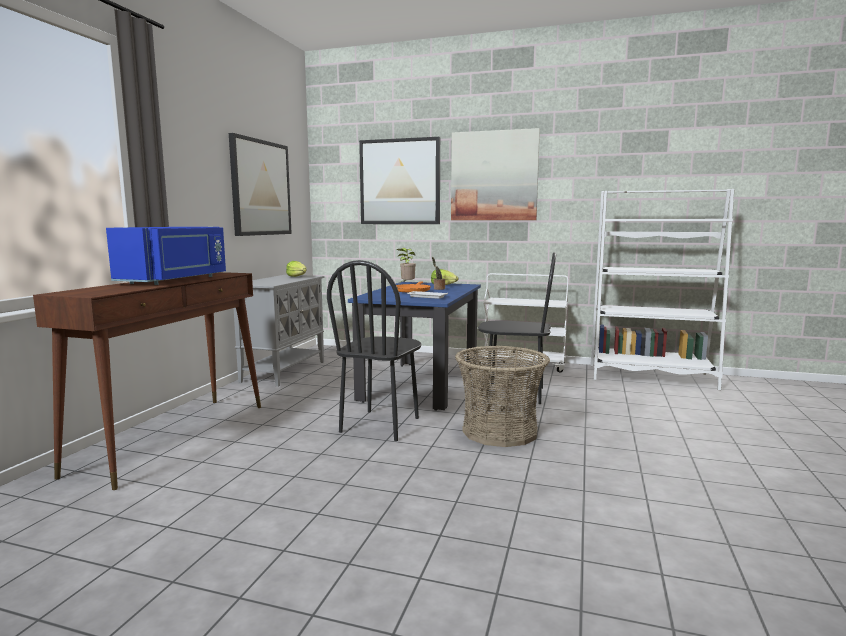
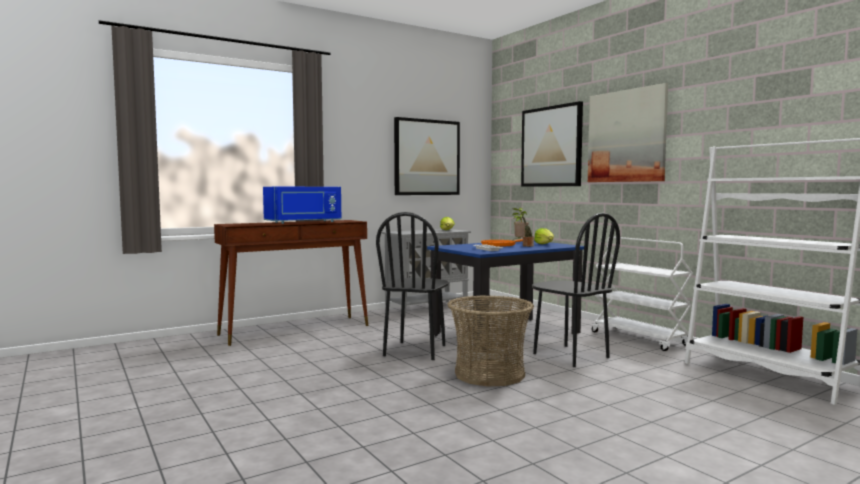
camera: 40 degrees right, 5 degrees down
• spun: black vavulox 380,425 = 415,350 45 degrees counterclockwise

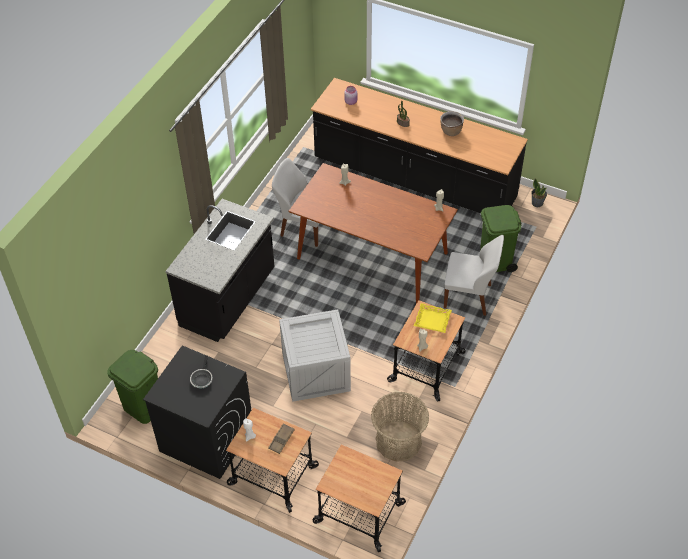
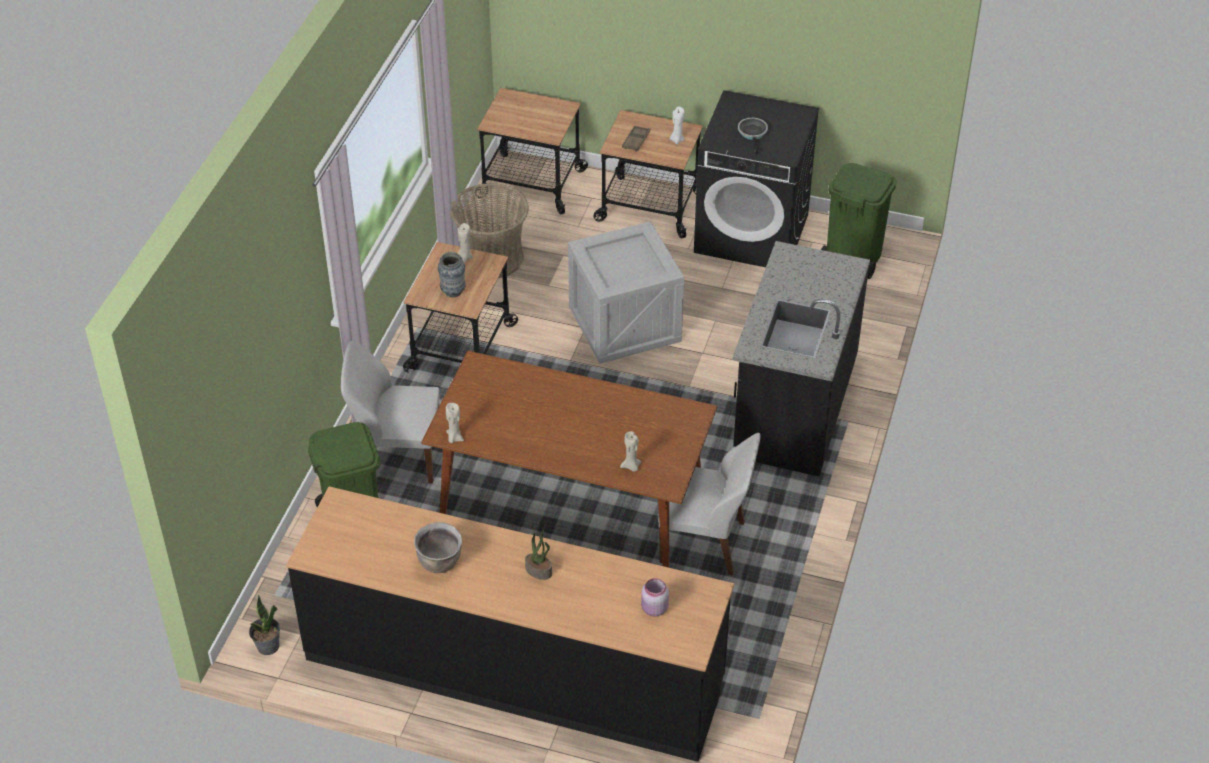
camera: 170 degrees right, 5 degrees down
• exchanged: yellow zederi 432,320 to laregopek 453,292

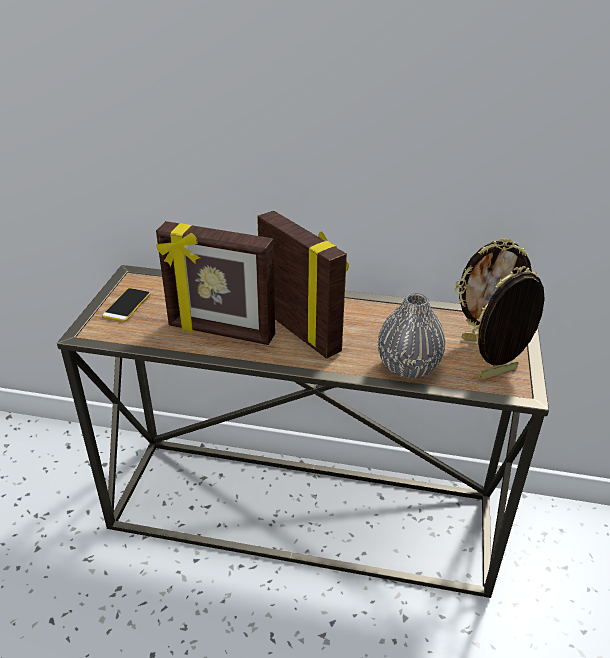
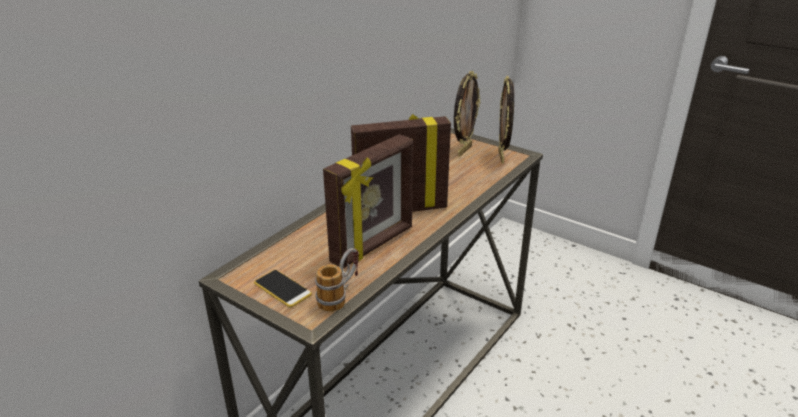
camera: 65 degrees left, 5 degrees down
• missing: grey laregopek 408,367
• appeared: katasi 340,296

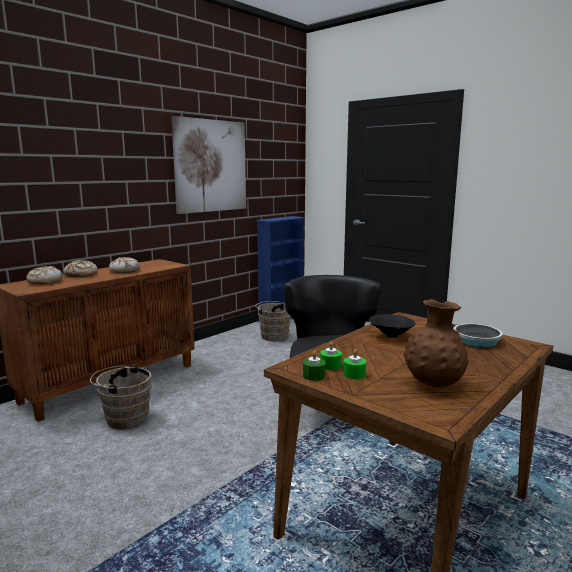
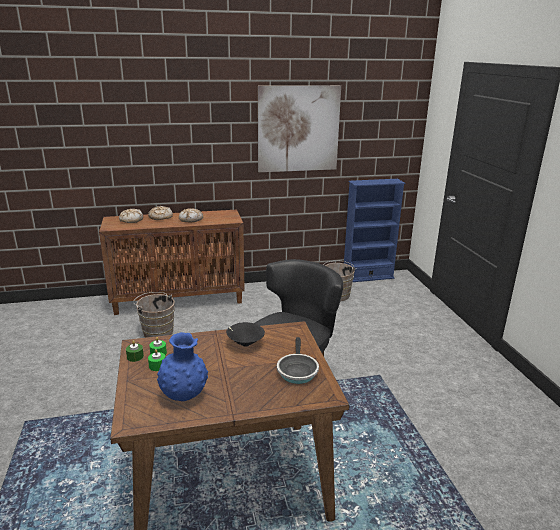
camera: 35 degrees right, 10 degrees up
• colour: brown laregopek 433,384 to blue laregopek 184,395

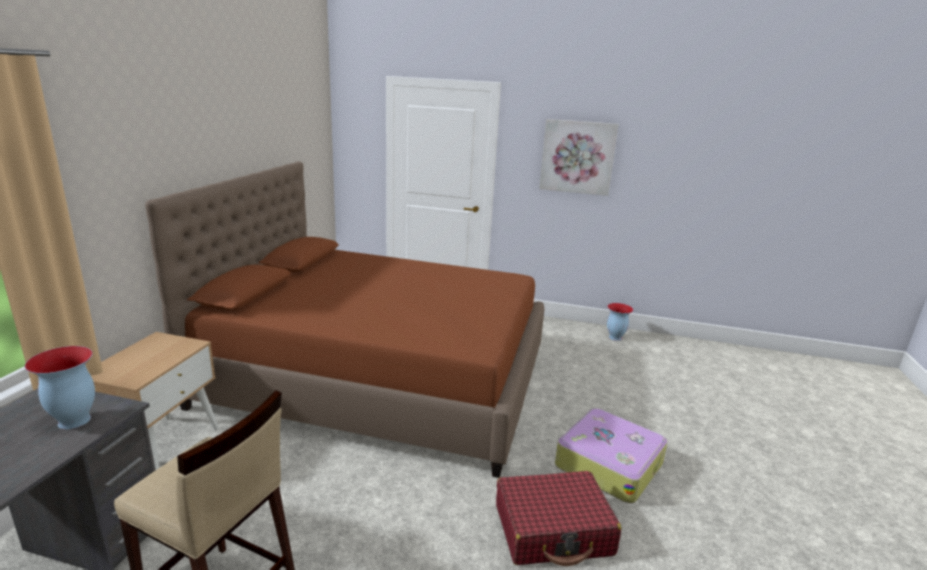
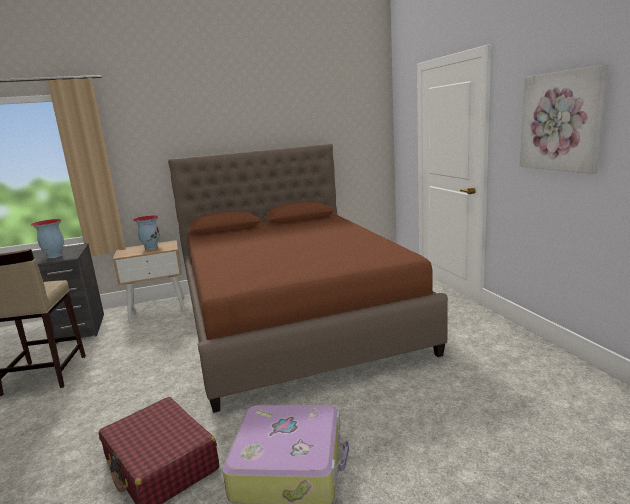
camera: 60 degrees right, 5 degrees down
• relocated: laregopek 614,337 to 151,248

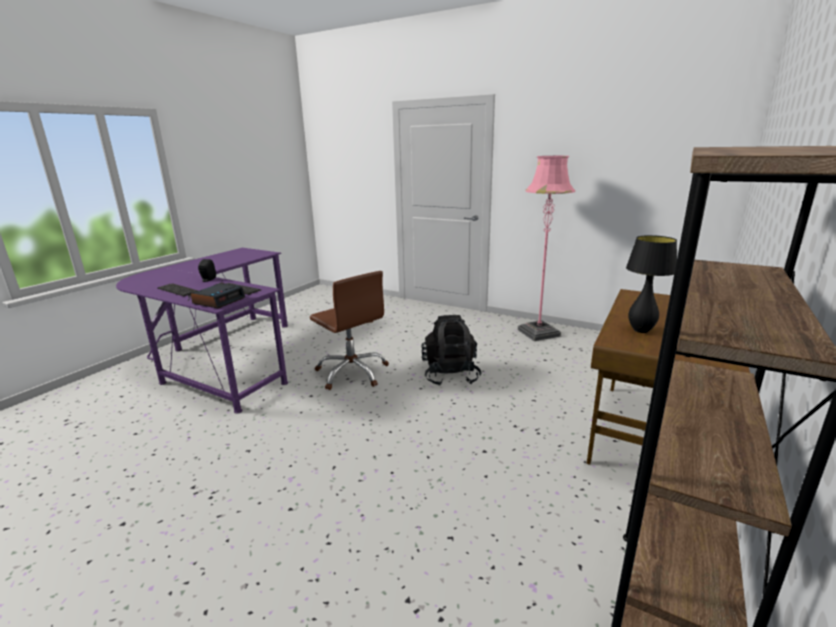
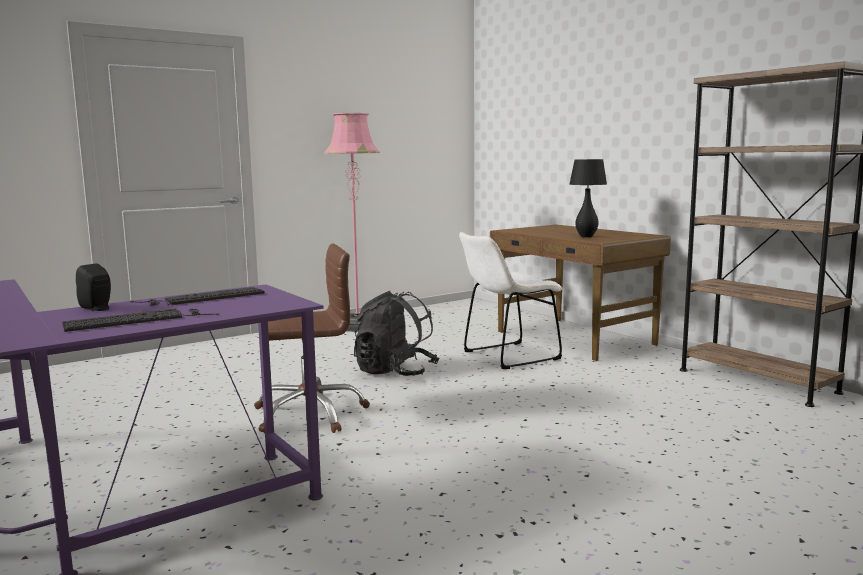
camera: 65 degrees left, 10 degrees down
• missing: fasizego 219,300
• appeared: white vavulox 507,356

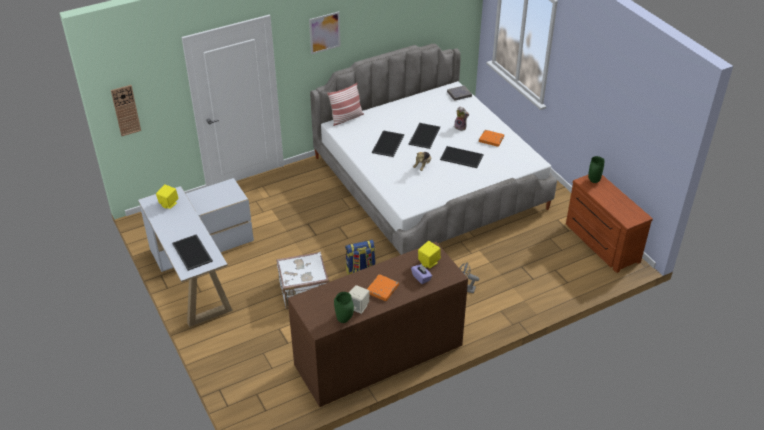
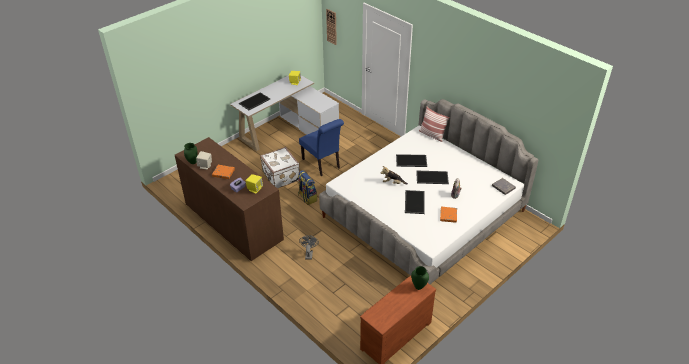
camera: 75 degrees right, 0 degrees up
• missing: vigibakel 324,32
• appeared: blue vavulox 322,164

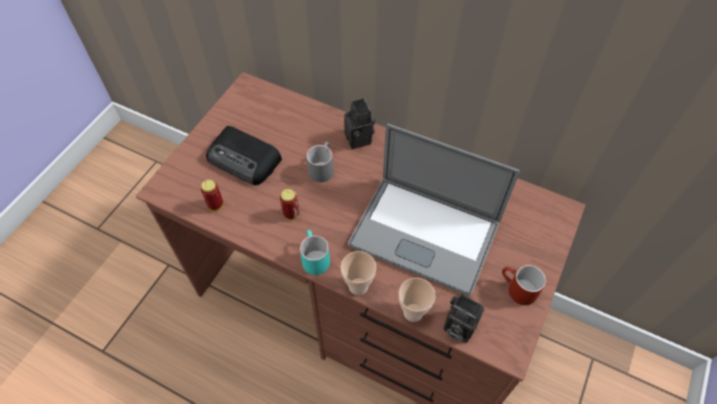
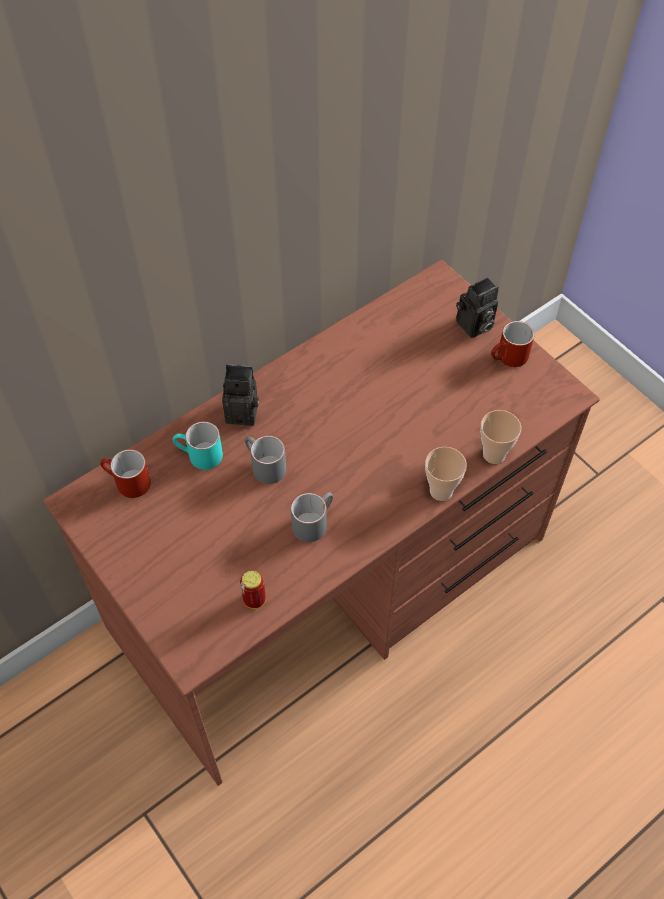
camera: 65 degrees left, 0 degrees up
• missing: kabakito 245,159
• missing: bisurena 424,234
• appeared: red katasi 127,483
• relocated: turquoise katasi 313,257 to 199,456
• relocated: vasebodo 457,327 to 474,326
• exchanged: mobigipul 291,214 to grey katasi 313,522

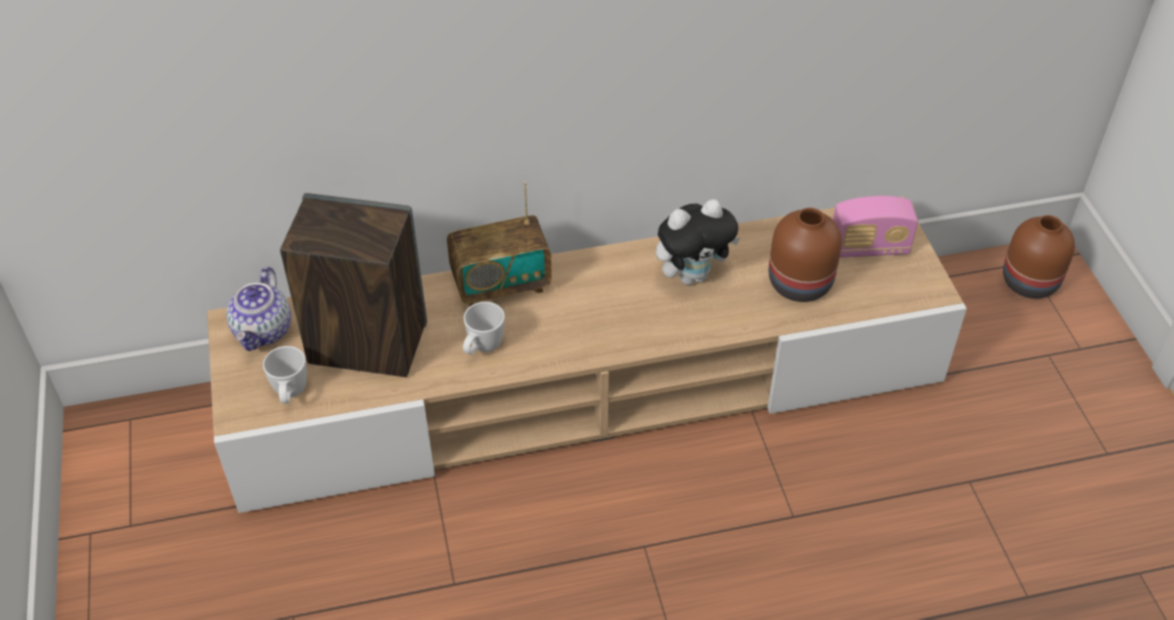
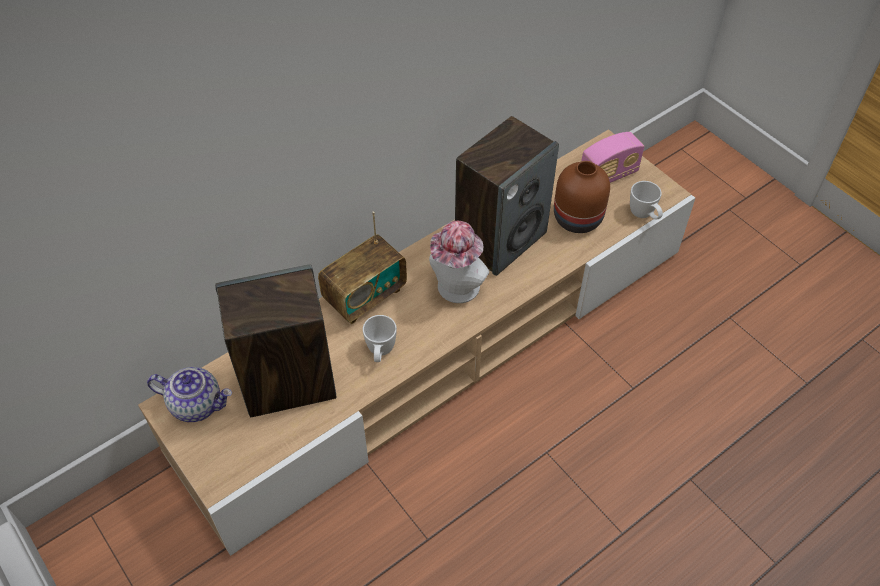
camera: 25 degrees left, 5 degrees up
• missing: brown laregopek 1031,282
• appeared: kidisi 456,291
• relocated: white katasi 290,395 to 644,216
• exchanged: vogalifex 692,275 to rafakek 500,238
• spun: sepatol 264,331 = 197,404 60 degrees counterclockwise

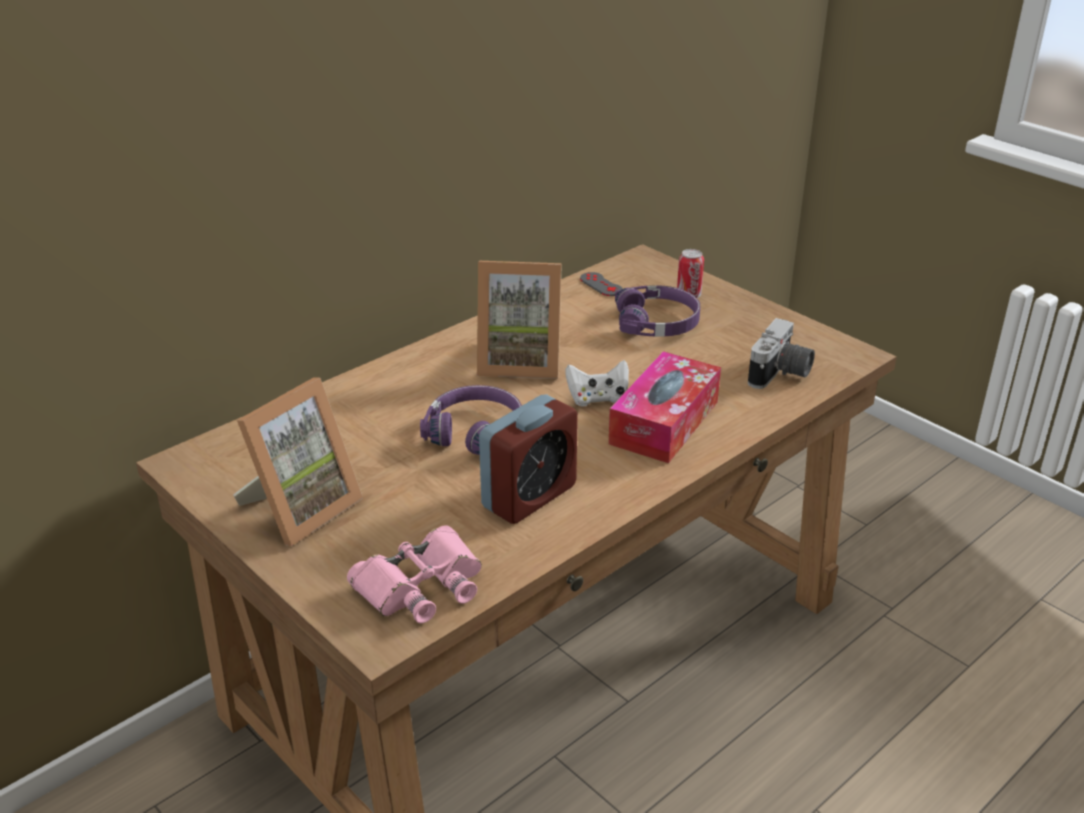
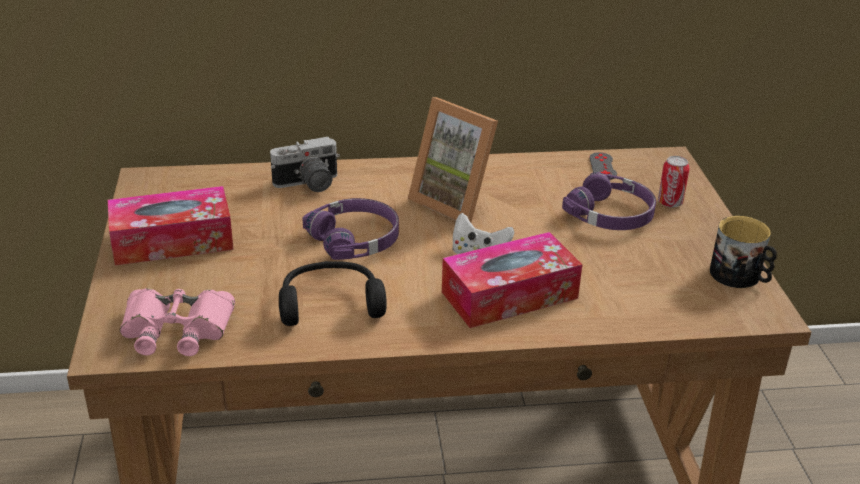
camera: 35 degrees right, 0 degrees up
• appeared: katasi 740,276
• relocated: vasebodo 780,374 to 308,185
• exchanged: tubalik 300,508 to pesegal 172,241
• exchanged: fasizego 529,496 to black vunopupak 330,303

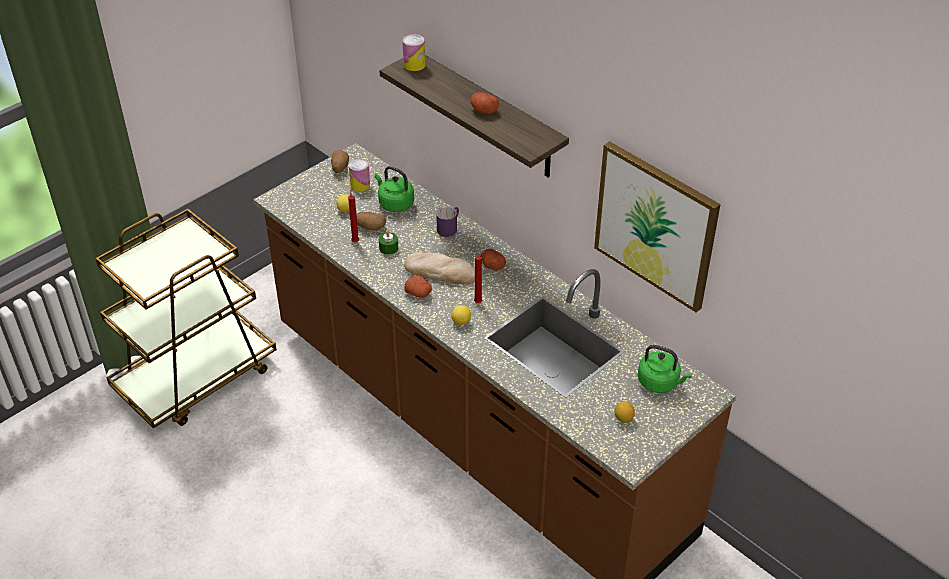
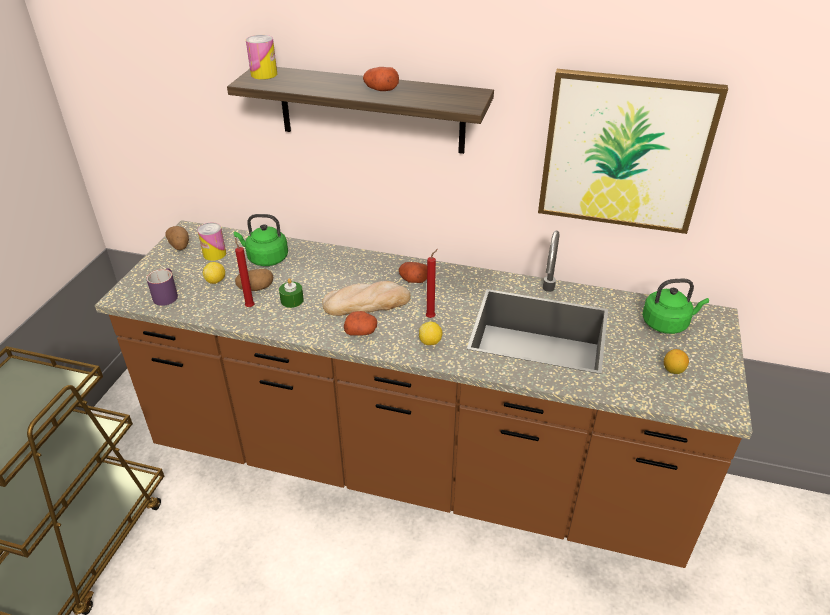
camera: 30 degrees left, 5 degrees down
• relocated: purple katasi 448,227 to 166,295

